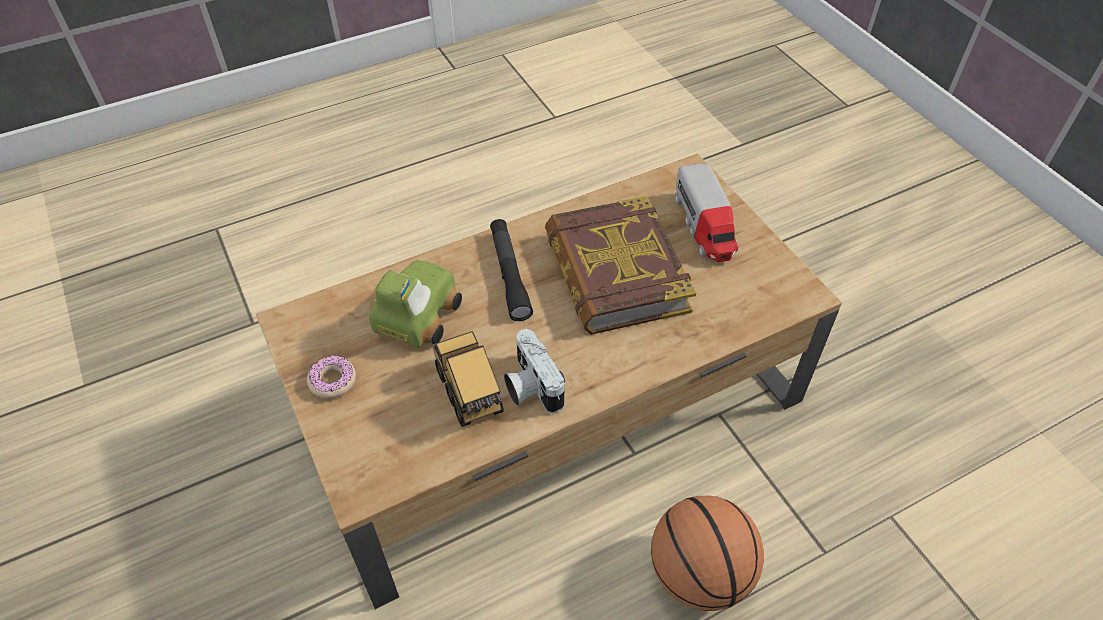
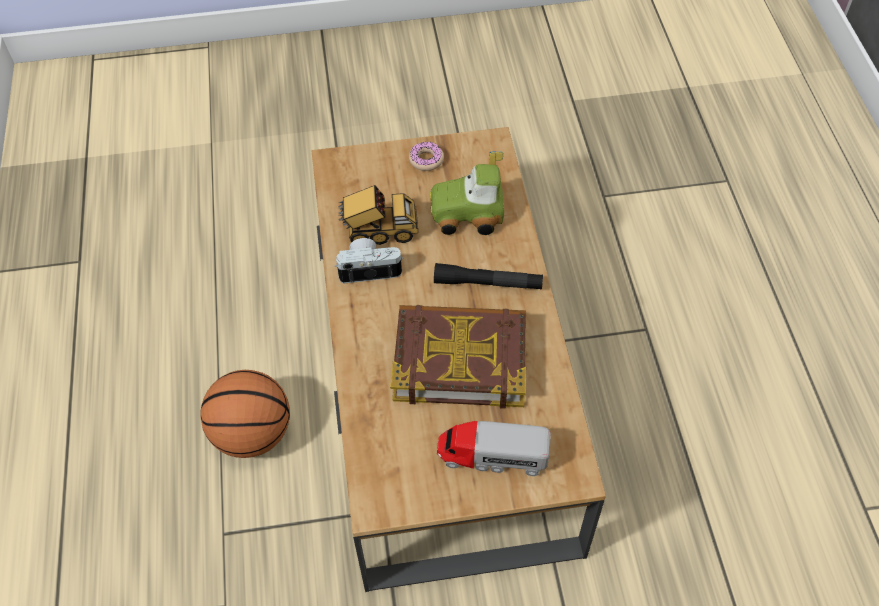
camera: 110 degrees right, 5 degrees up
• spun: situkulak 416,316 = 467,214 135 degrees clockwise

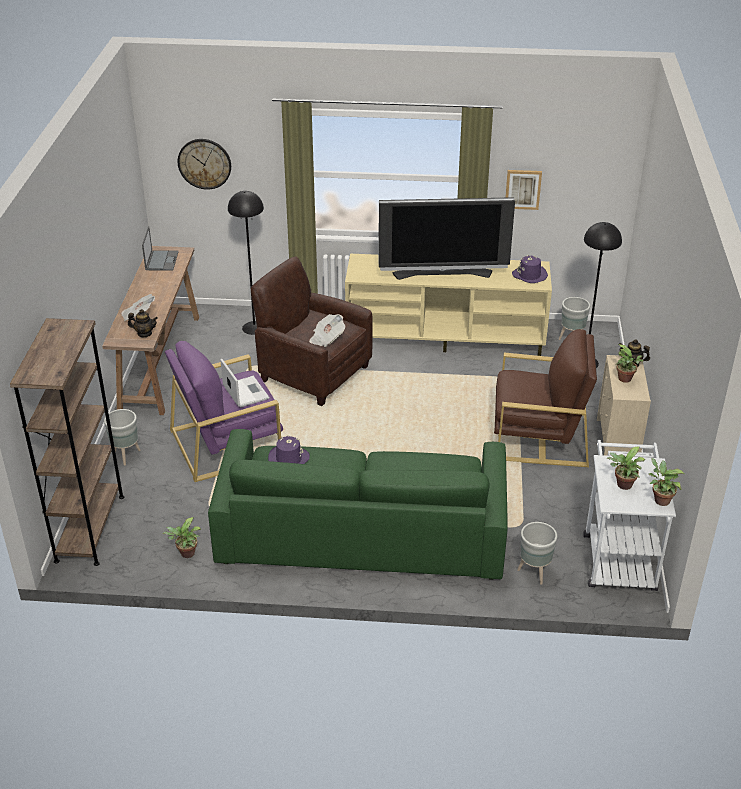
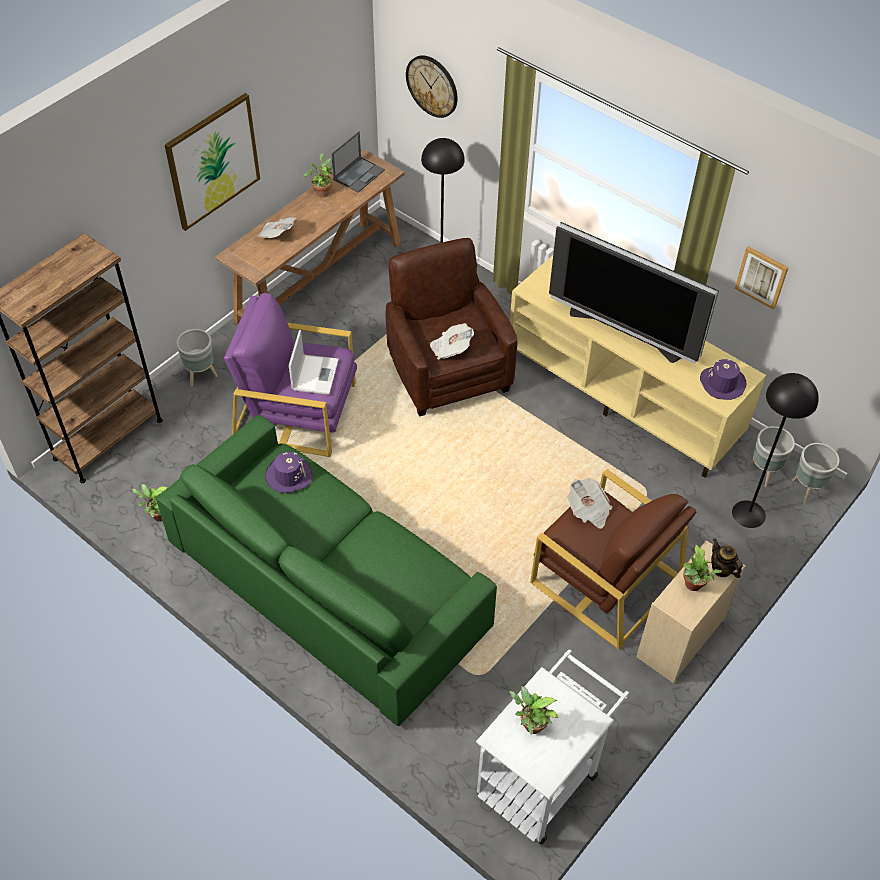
camera: 35 degrees right, 15 degrees up
• missing: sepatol 144,333
• appeared: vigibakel 213,161
• appeared: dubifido 588,510
• relocated: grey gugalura 534,573 to 806,490
• relocated: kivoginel 660,500 to 322,192

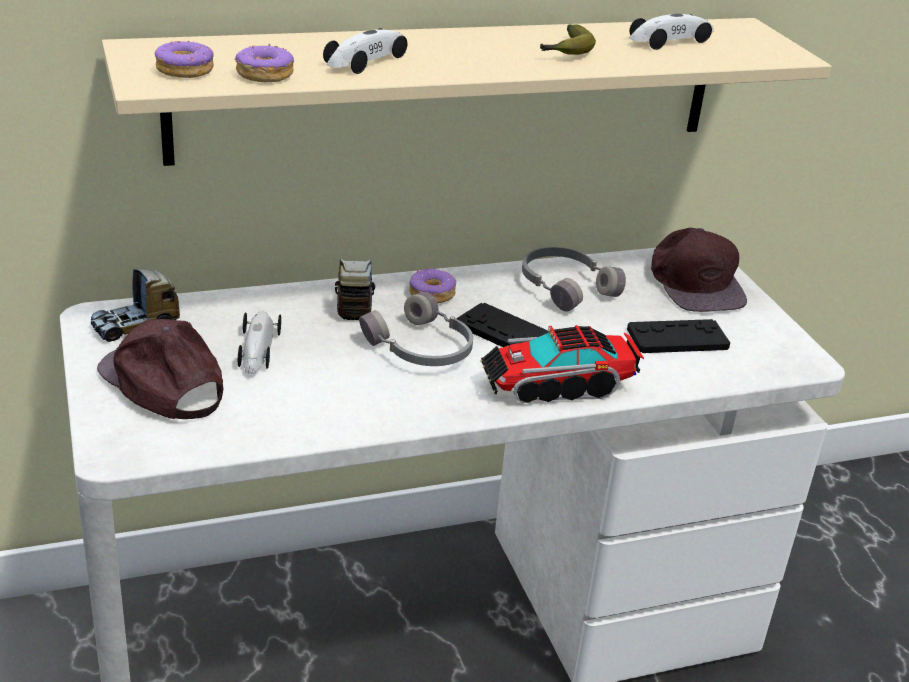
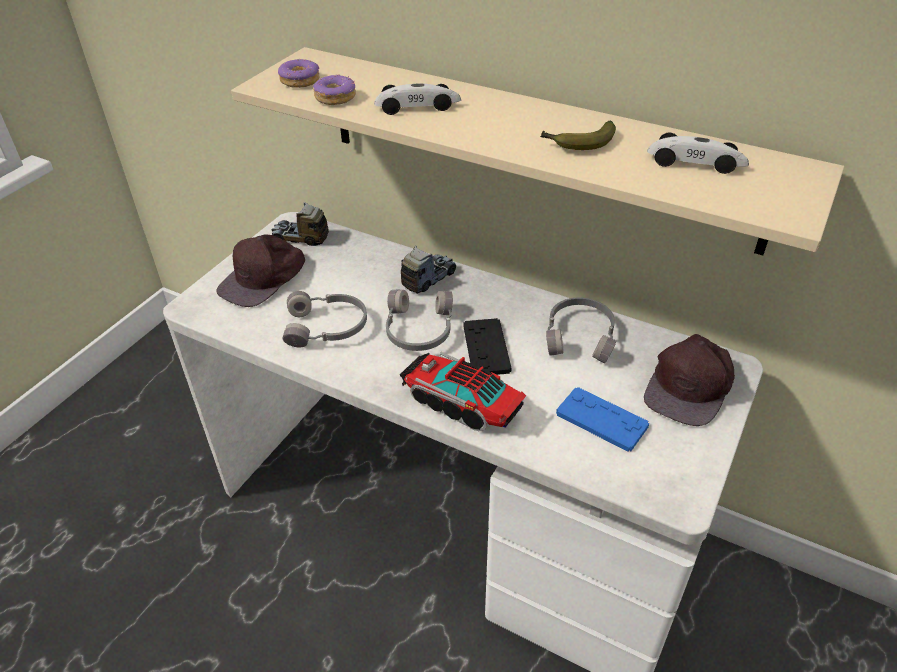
camera: 50 degrees right, 10 degrees up
• missing: situkulak 258,350
• missing: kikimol 431,294
• appeared: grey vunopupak 327,328
• colour: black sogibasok 677,338 to blue sogibasok 601,420
• spun: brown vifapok 162,383 = 264,278 150 degrees counterclockwise

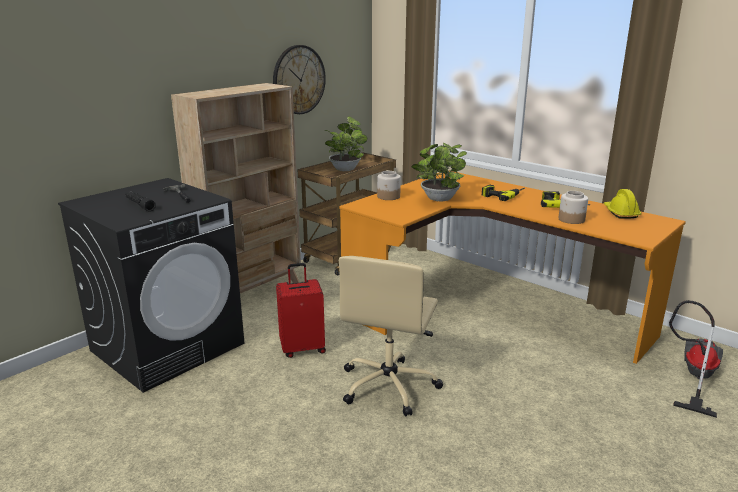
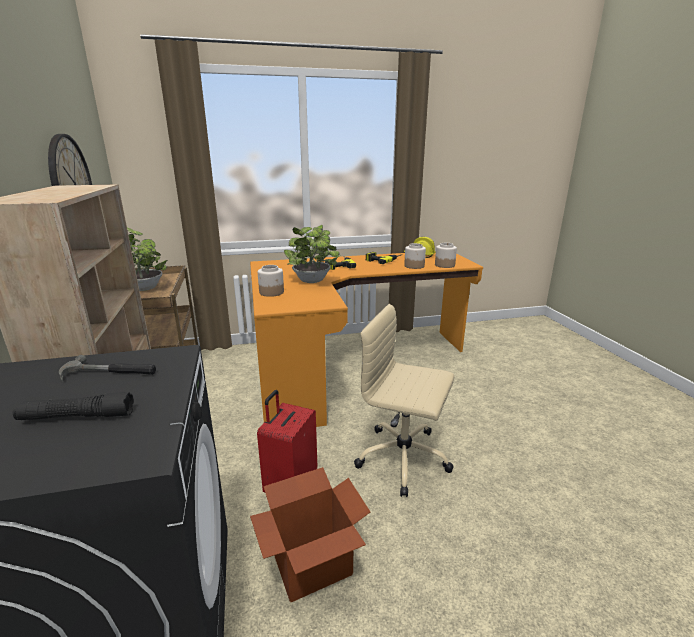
camera: 55 degrees left, 0 degrees up
• missing: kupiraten 694,376
• appeared: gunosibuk 312,566
• appeared: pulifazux 444,265
• spun: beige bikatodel 389,385 = 404,458 150 degrees clockwise

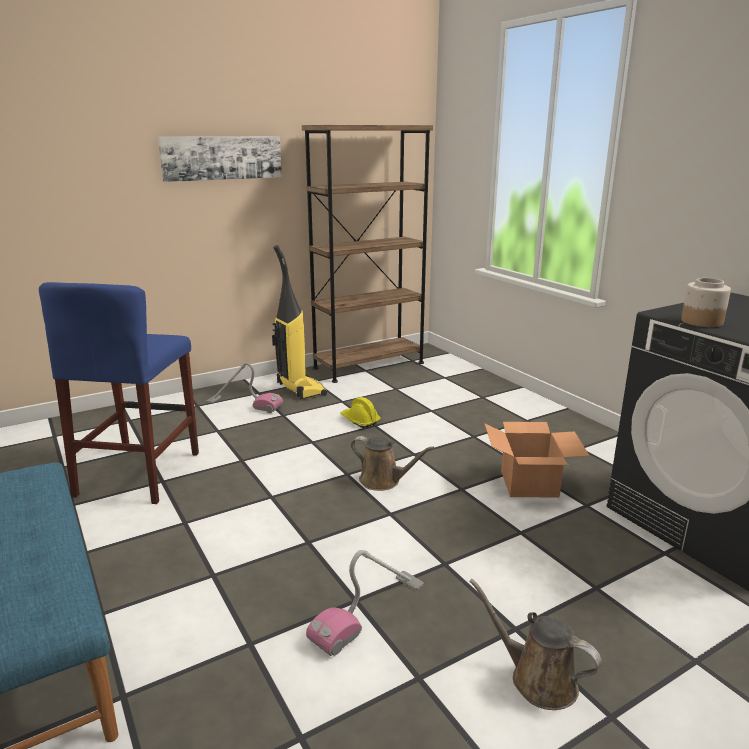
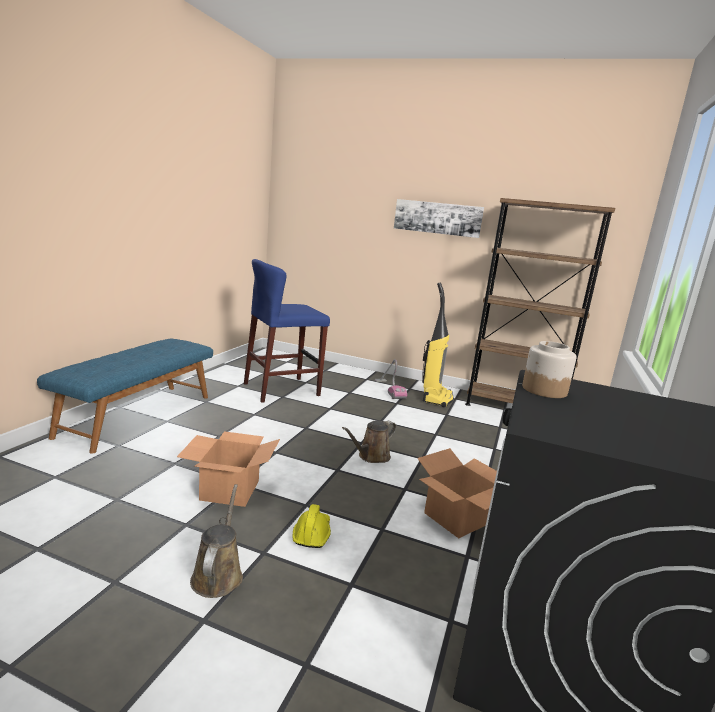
camera: 50 degrees right, 5 degrees down
• relocated: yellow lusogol 359,420 to 312,534
• exchanged: kupiraten 369,612 to gunosibuk 230,491
• spun: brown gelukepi 383,481 = 371,457 60 degrees clockwise

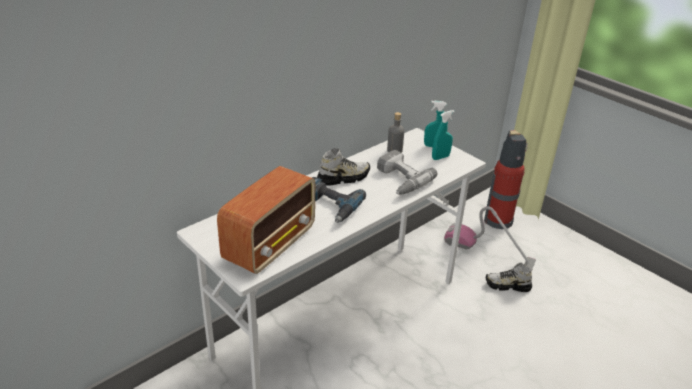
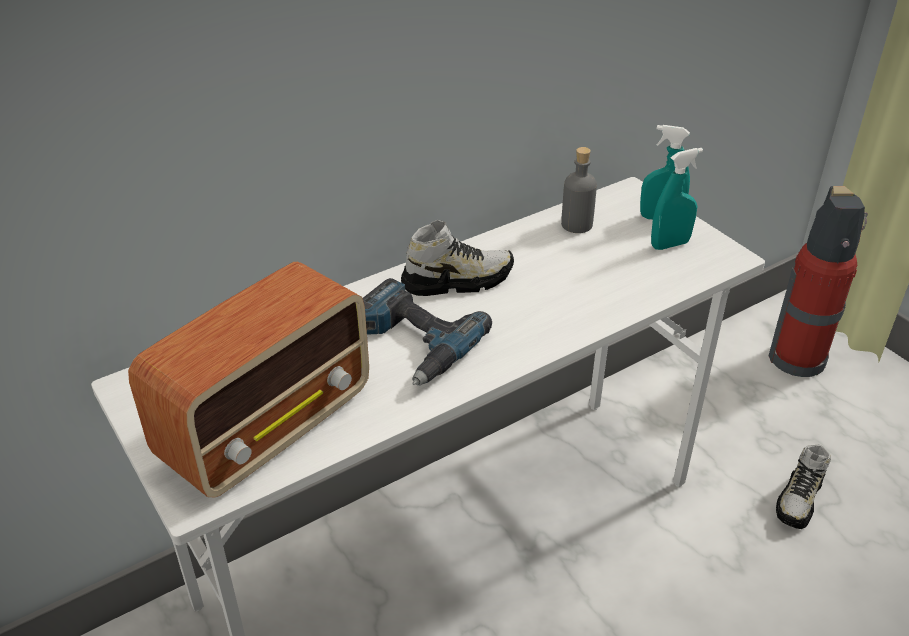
camera: 10 degrees right, 5 degrees up
• missing: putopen 399,180
• missing: kupiraten 488,251
• spun: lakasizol 507,286 = 799,500 75 degrees counterclockwise

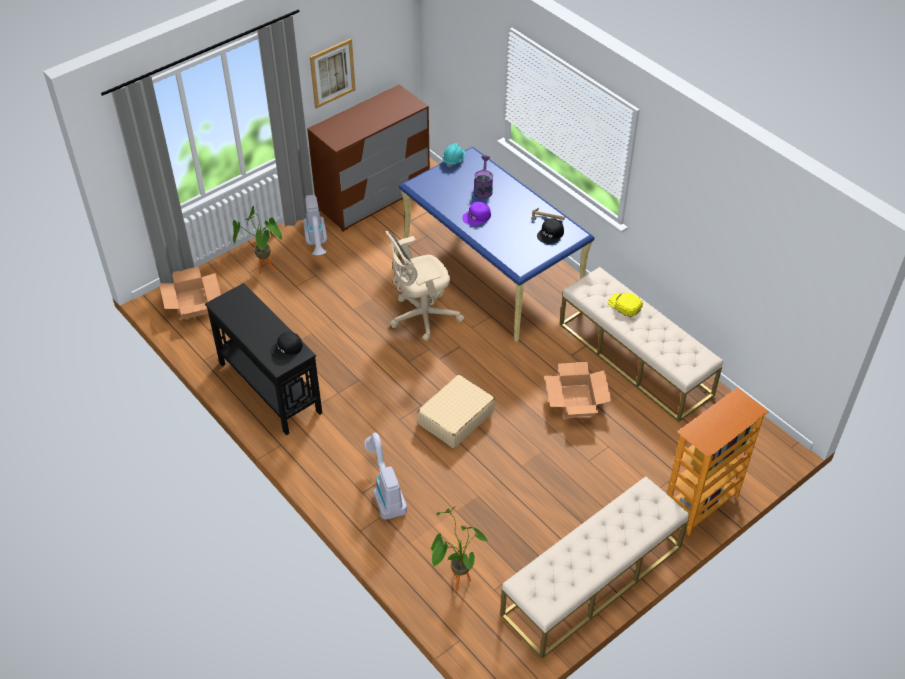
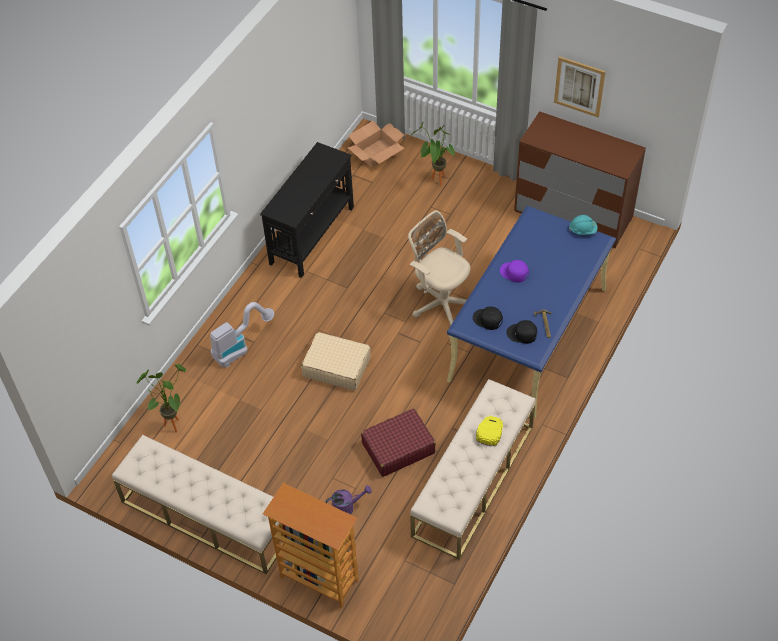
camera: 70 degrees right, 5 degrees up
• missing: kupiraten 317,243
• relocated: black vifapok 287,348 to 487,319
• relocated: purple gelukepi 483,189 to 347,507
• exchanged: gunosibuk 576,401 to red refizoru 398,448

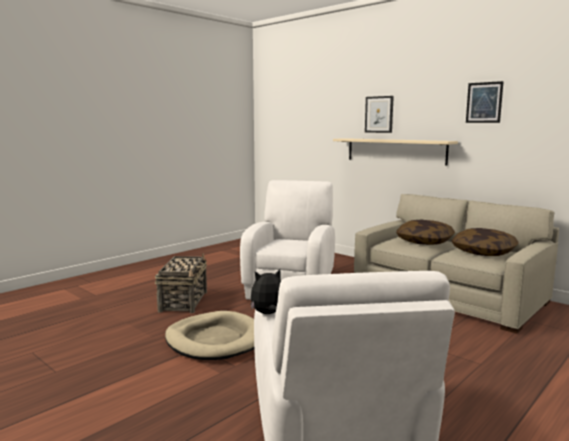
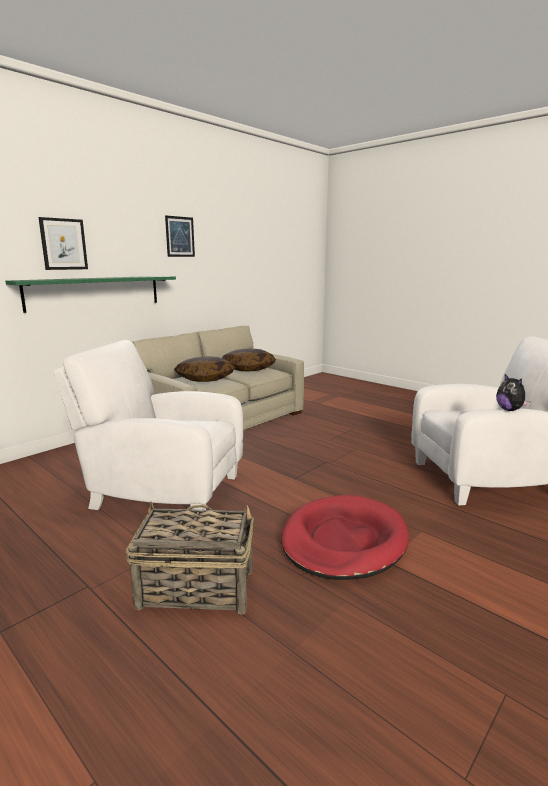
camera: 90 degrees left, 5 degrees up
• colour: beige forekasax 215,340 to red forekasax 343,541
• colour: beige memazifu 395,151 to green memazifu 95,292

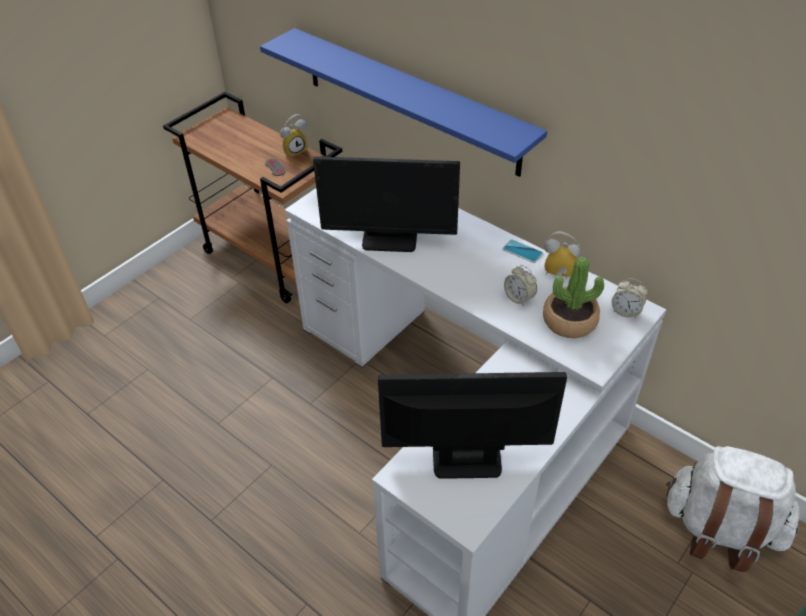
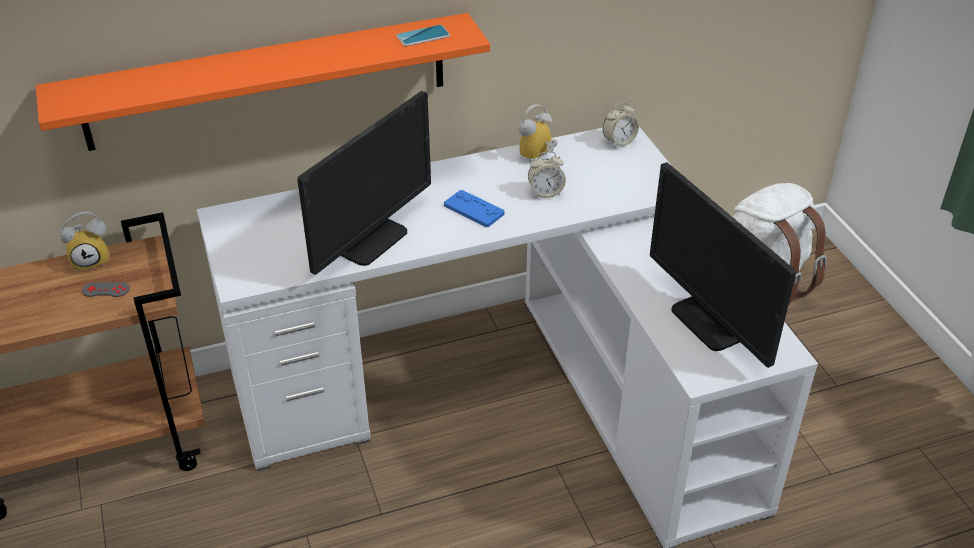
camera: 60 degrees left, 5 degrees down
• missing: kivoginel 569,321
• appeared: blue sogibasok 474,209
• relocated: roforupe 522,251 to 423,36
• colour: blue memazifu 409,101 to orange memazifu 267,82
• spun: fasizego 294,150 = 92,260 75 degrees clockwise
• spun: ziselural 466,459 = 710,322 60 degrees counterclockwise

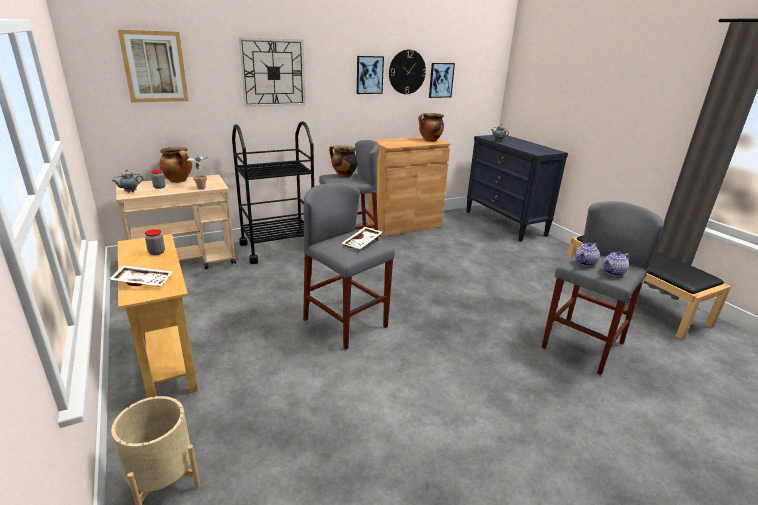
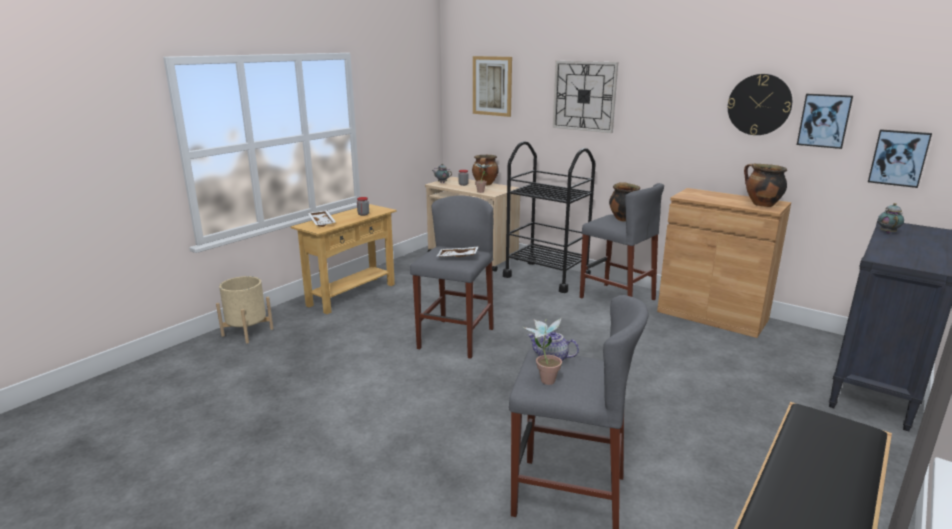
camera: 65 degrees right, 5 degrees down
• relocated: vigibakel 369,75 to 899,158
• exchanged: sepatol 613,272 to kivoginel 543,378

